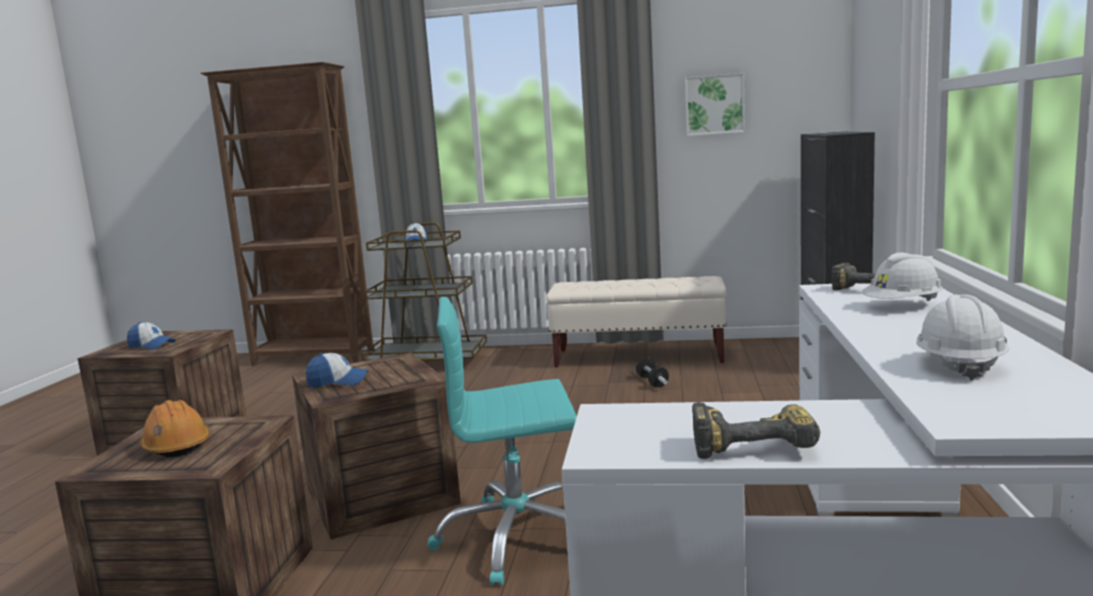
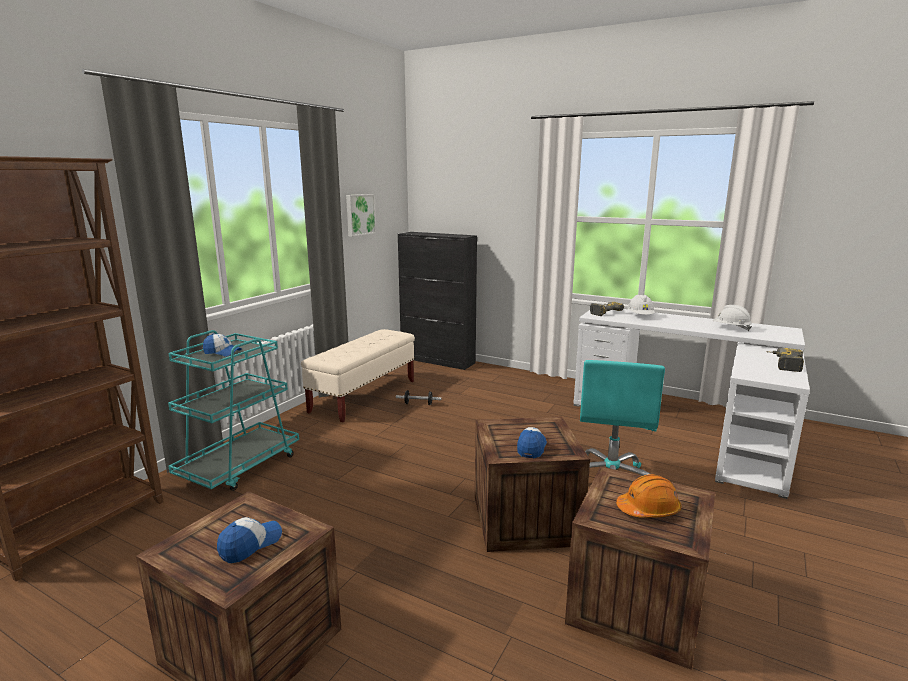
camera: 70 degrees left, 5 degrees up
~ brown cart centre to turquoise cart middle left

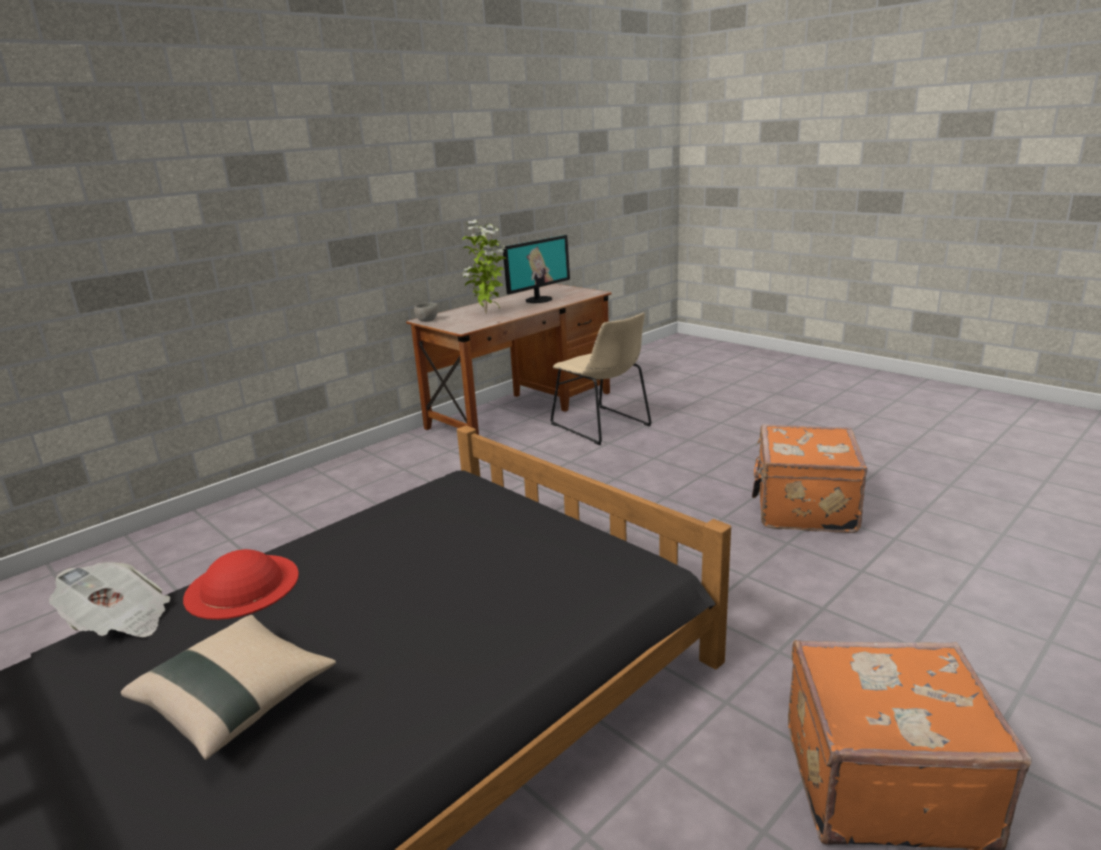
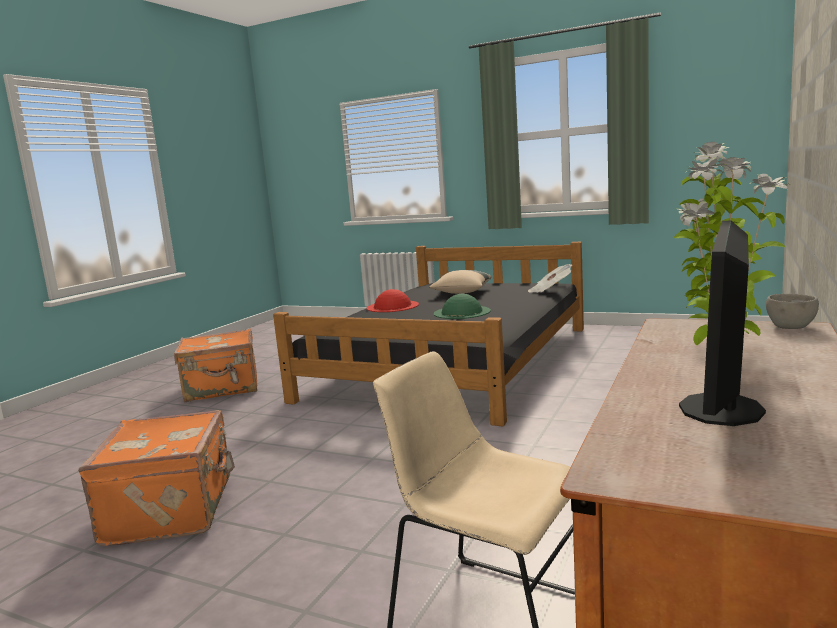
camera: 160 degrees right, 10 degrees down
+ green hat centre
~ red hat bottom left to centre

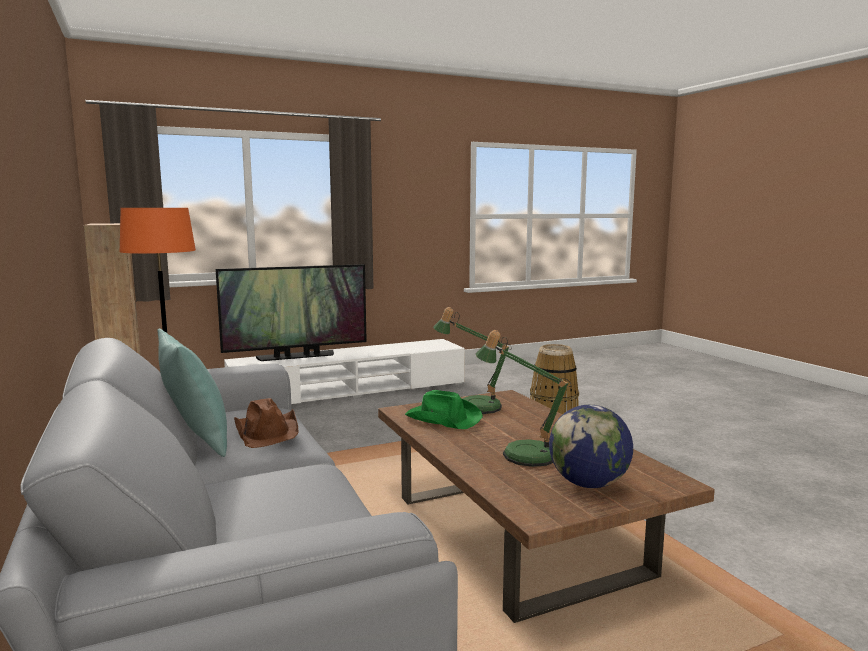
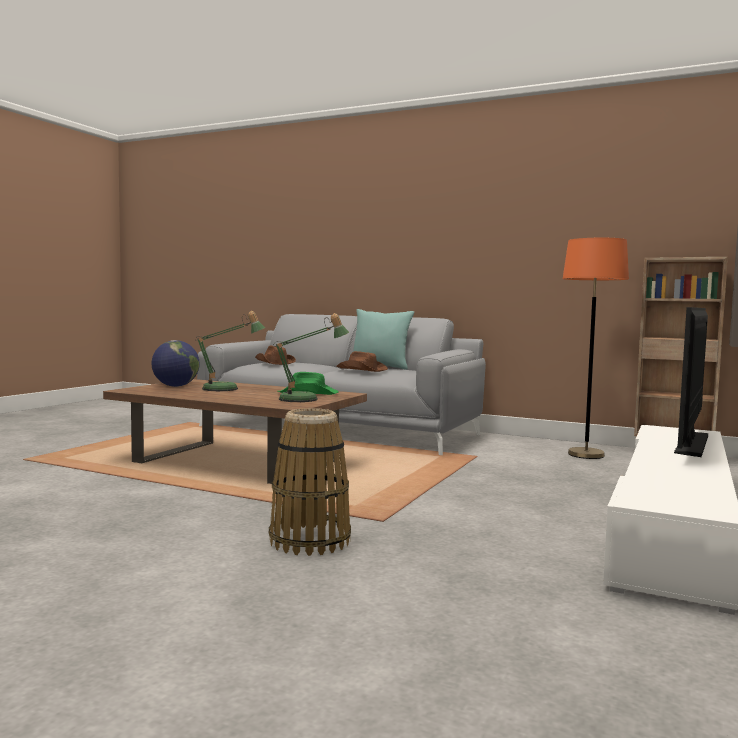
camera: 140 degrees right, 5 degrees down
+ brown hat (1st from left) centre

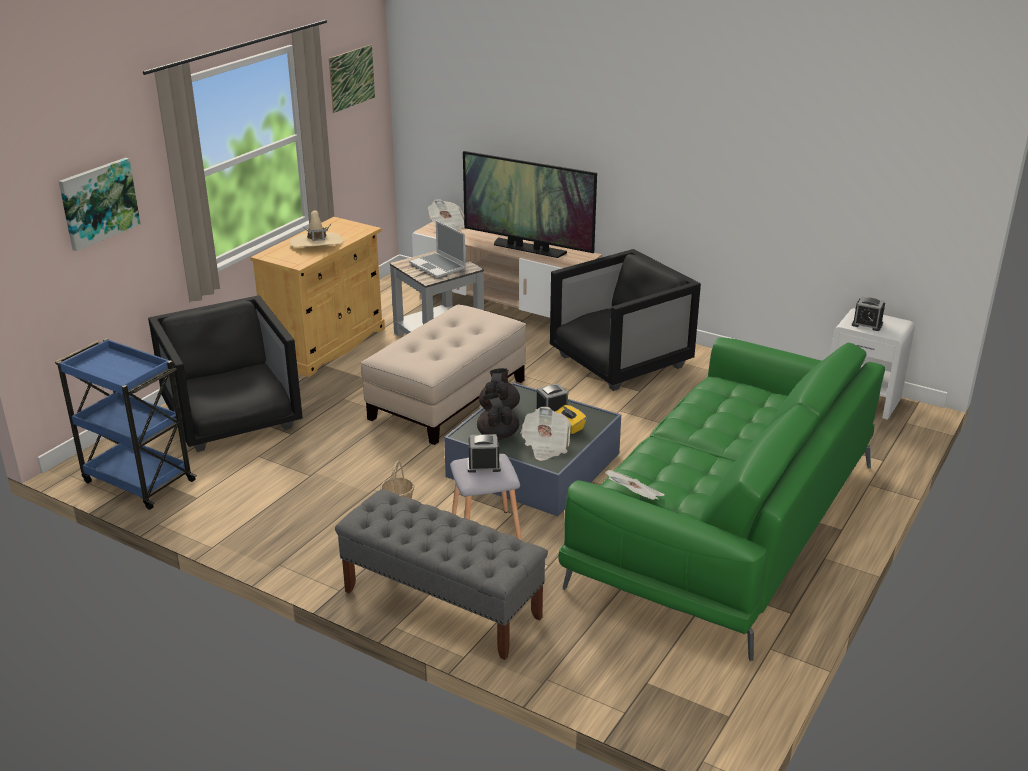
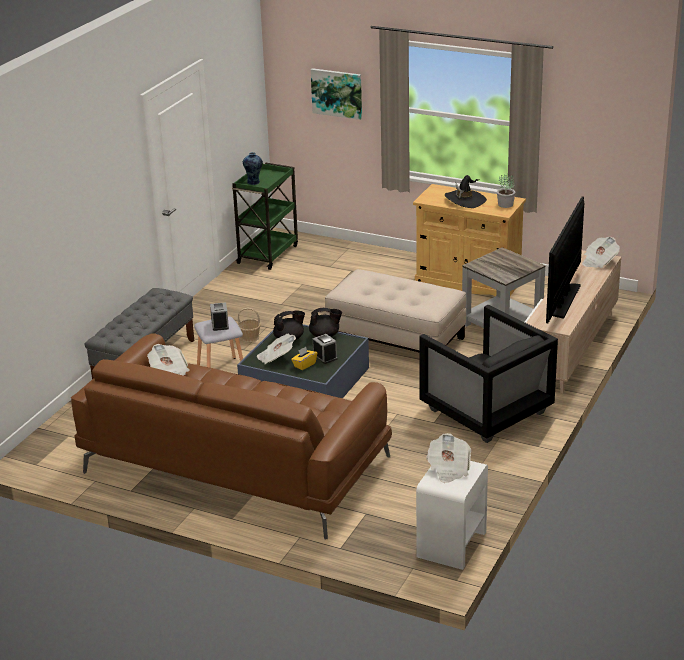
camera: 85 degrees right, 0 degrees up
- black armchair (1st from left) middle left
- picture (2nd from left) top centre
- laptop top centre
+ vase top centre
+ potted plant top right
~ alarm clock (3rd from left) middle right to newspaper (3rd from left) bottom centre
~ blue cart middle left to green cart top centre
~ beige hat top left to black hat top right
~ green sofa middle right to brown sofa centre

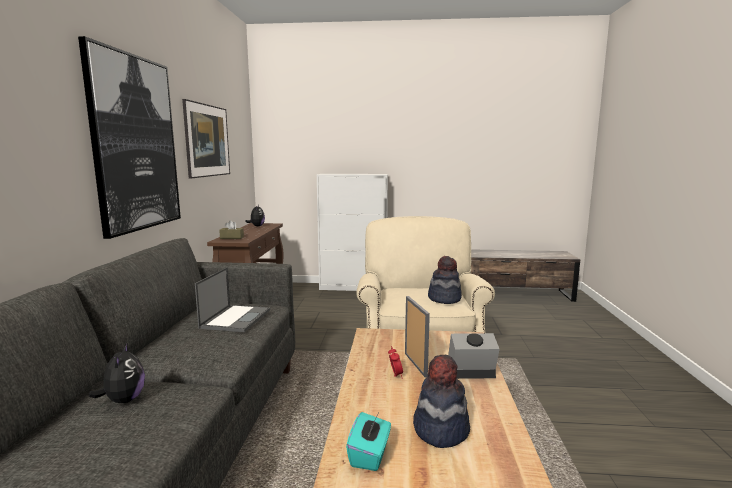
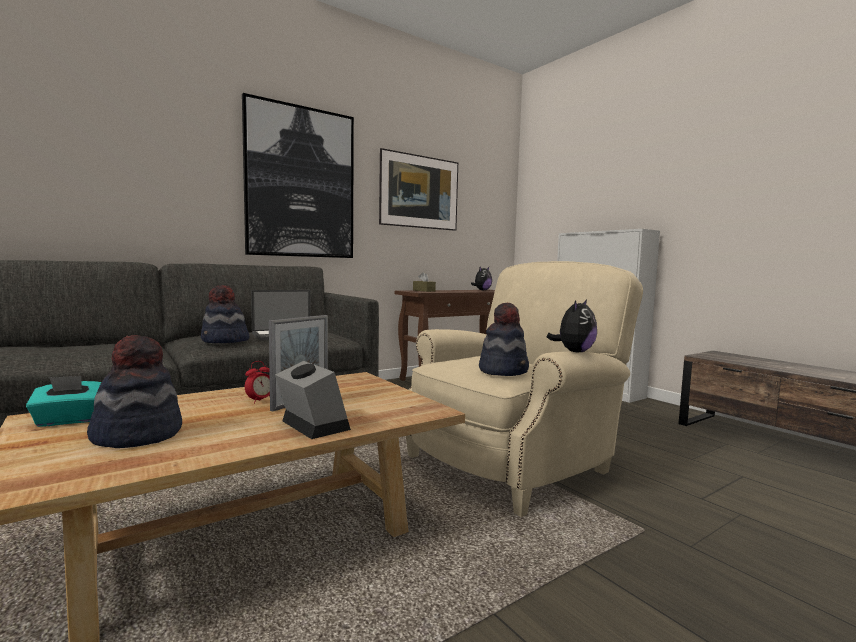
camera: 50 degrees right, 5 degrees down
+ hat (2nd from left) middle left
~ plush toy (1st from left in the first image) bottom left to plush toy (2nd from left) middle right

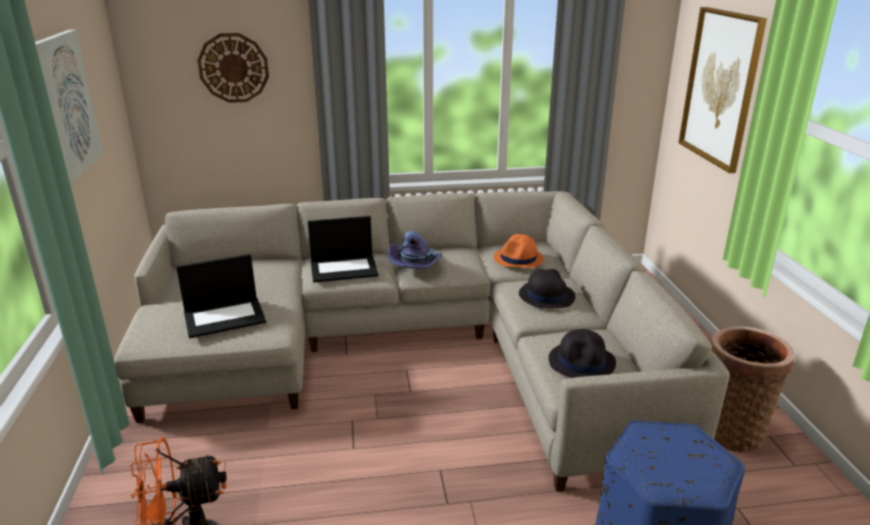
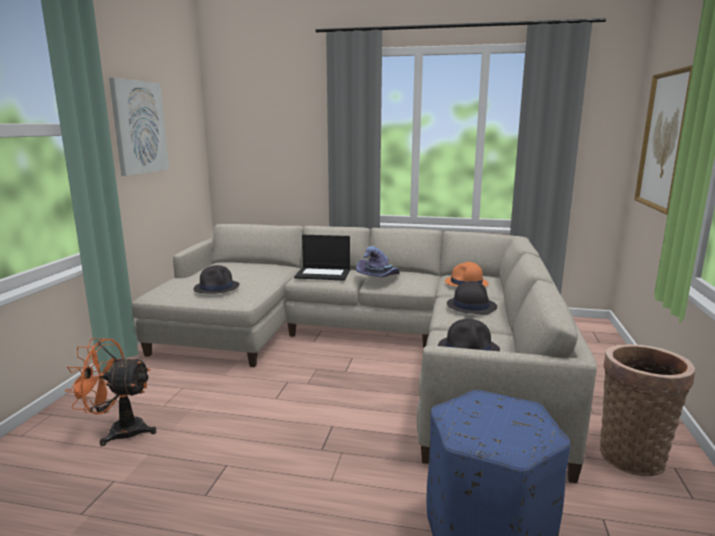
camera: 20 degrees right, 10 degrees down
- wall clock top left
~ laptop (1st from left) middle left to black hat (1st from left) middle left

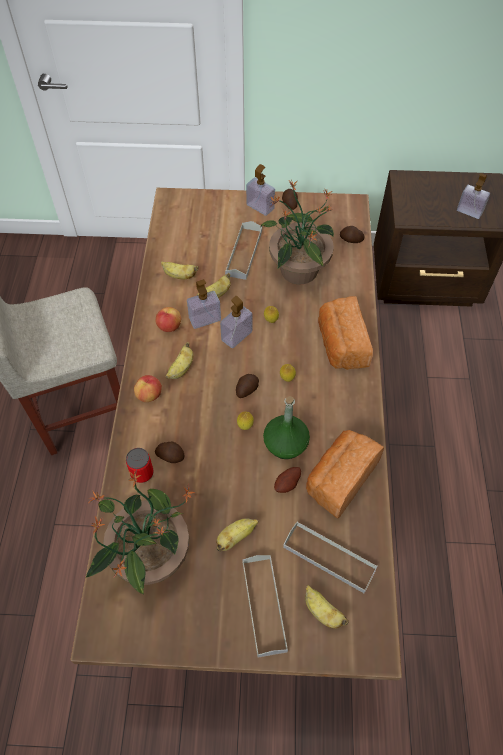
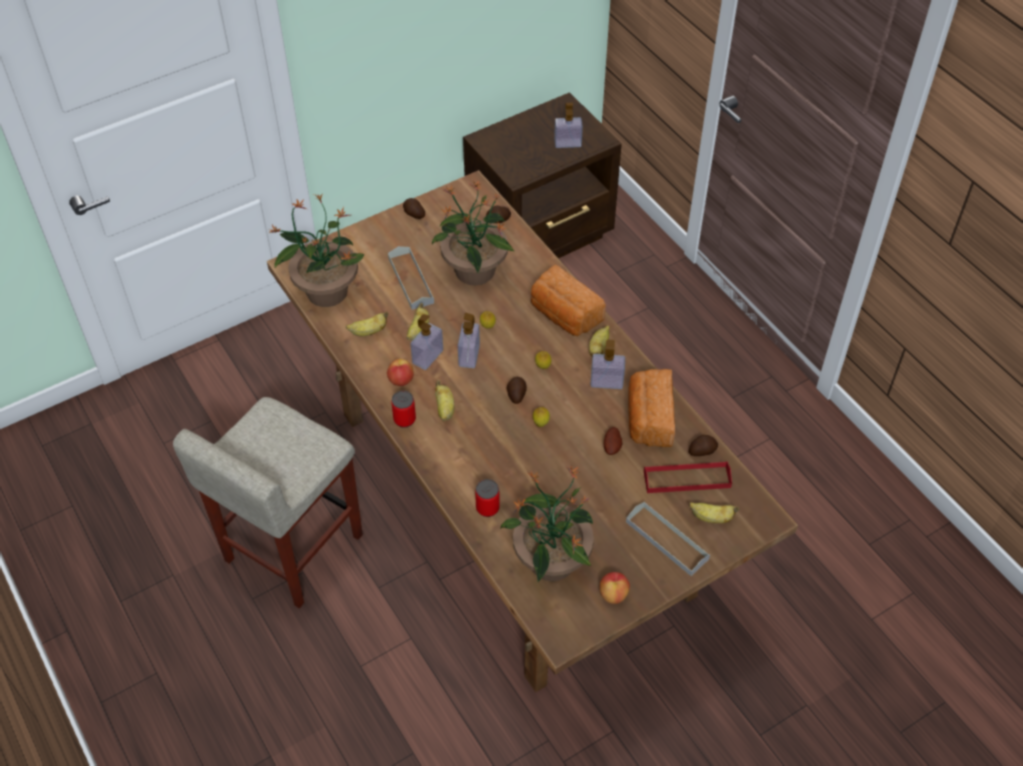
camera: 35 degrees left, 5 degrees down
- green bottle centre
+ potted plant (1st from left) top left
+ can (1st from left) centre
~ apple (1st from left in the first image) middle left to apple (2nd from left) bottom centre
~ potato (1st from left in the first image) centre to potato (5th from left) middle right
~ banana (4th from left) bottom centre to centre
~ soap dispenser (3rd from left in the first image) top centre to soap dispenser (4th from left) centre
~ grey tray (3rd from left) bottom centre to red tray middle right

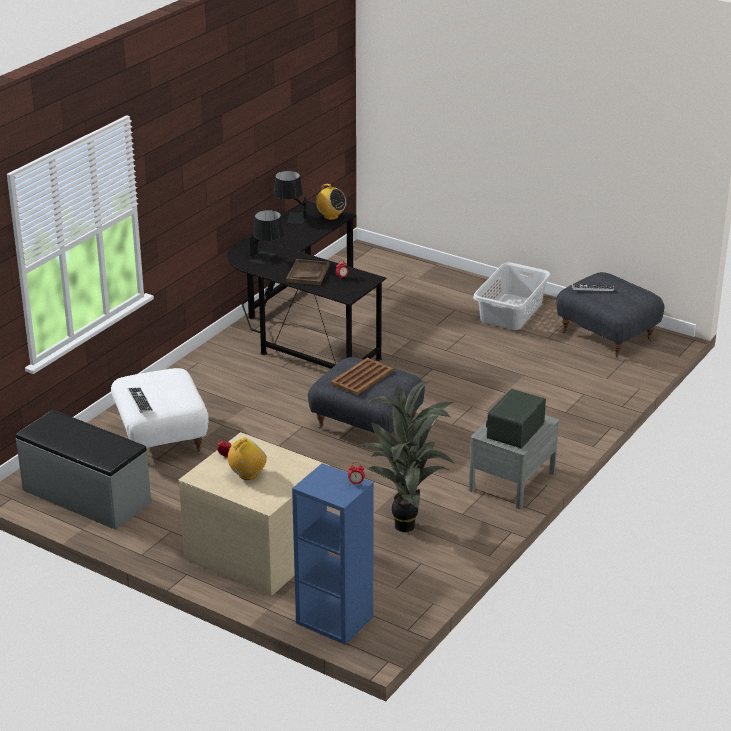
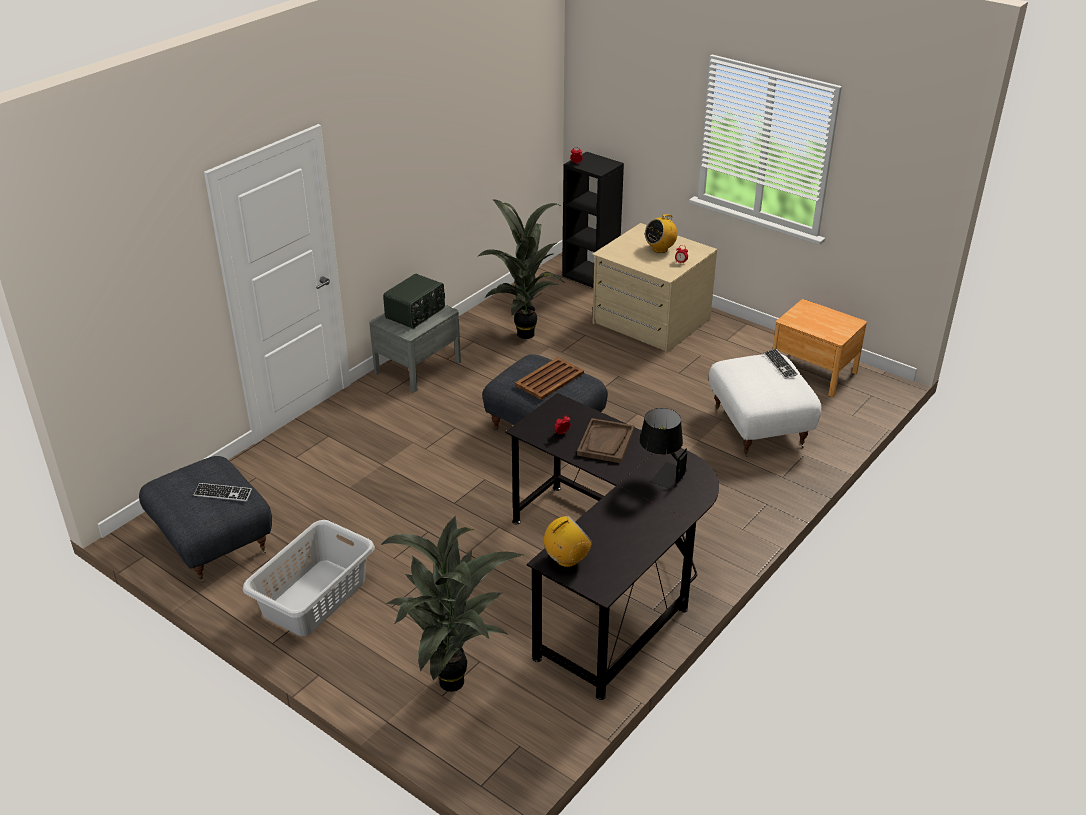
camera: 175 degrees left, 5 degrees up
- black table lamp (2nd from left) top centre
+ potted plant (1st from left) bottom centre
~ grey bench middle left to brown nightstand middle right
~ blue bookcase bottom centre to black bookcase top centre
~ radio (2nd from left) top centre = centre 105 degrees clockwise

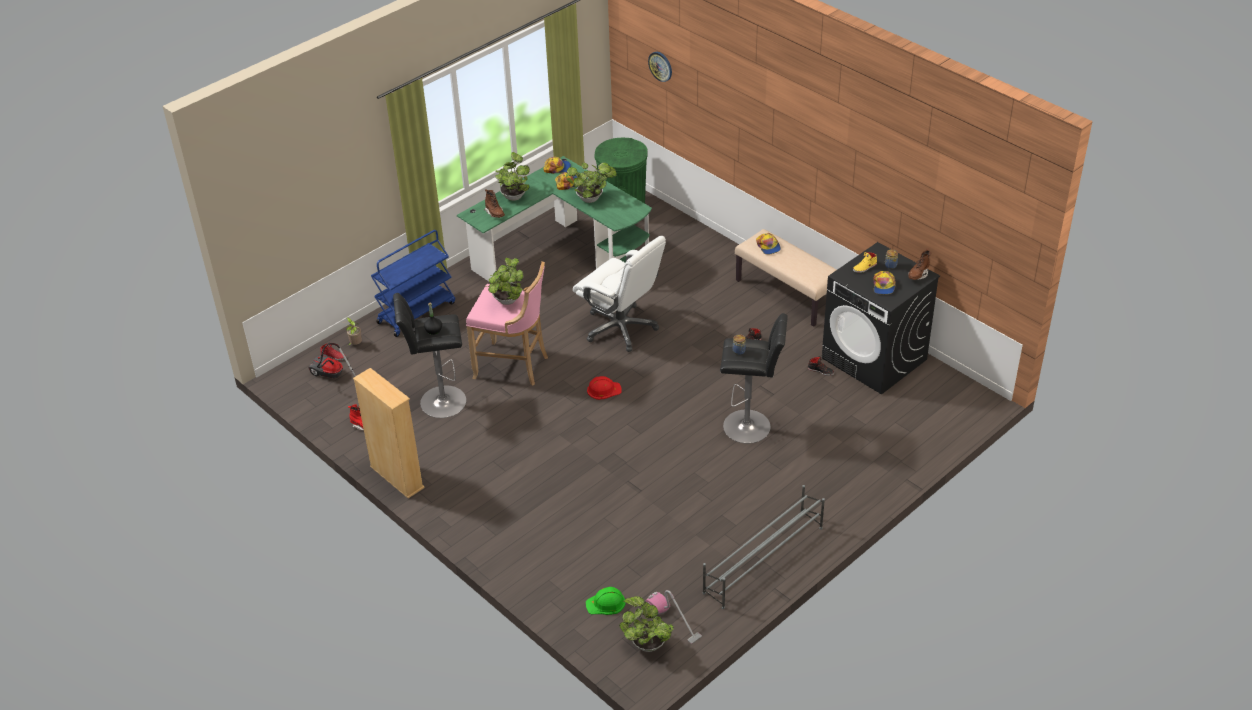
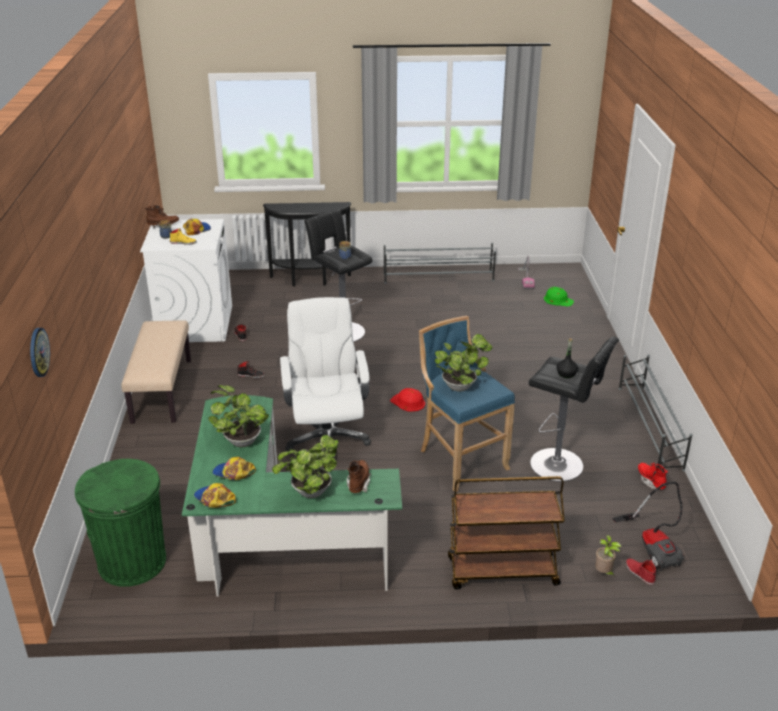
camera: 140 degrees left, 10 degrees down
- potted plant (5th from left) bottom centre
- cap (3rd from left) centre
+ black console table centre
~ beige bookcase middle left to grey shoe rack (2nd from left) middle right
~ blue cart middle left to brown cart bottom centre
~ pink stool centre to blue stool centre
~ black washing machine middle right to white washing machine middle left

